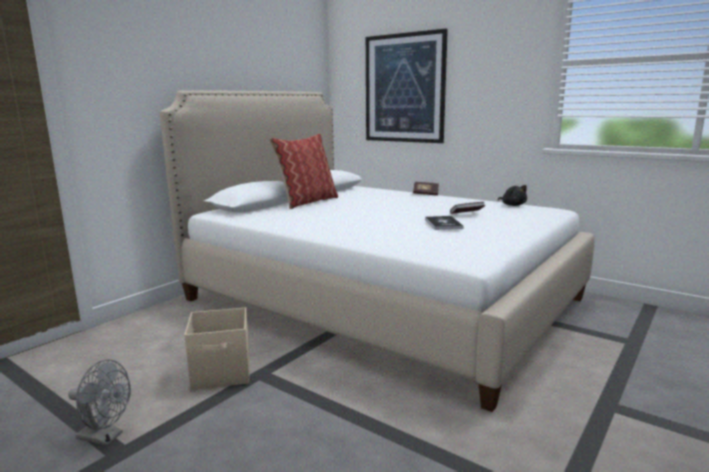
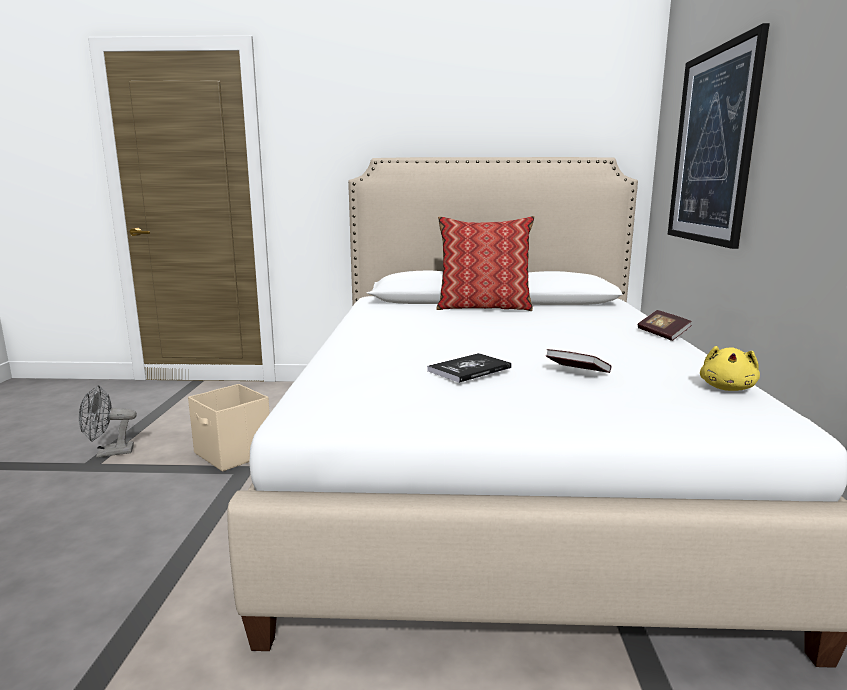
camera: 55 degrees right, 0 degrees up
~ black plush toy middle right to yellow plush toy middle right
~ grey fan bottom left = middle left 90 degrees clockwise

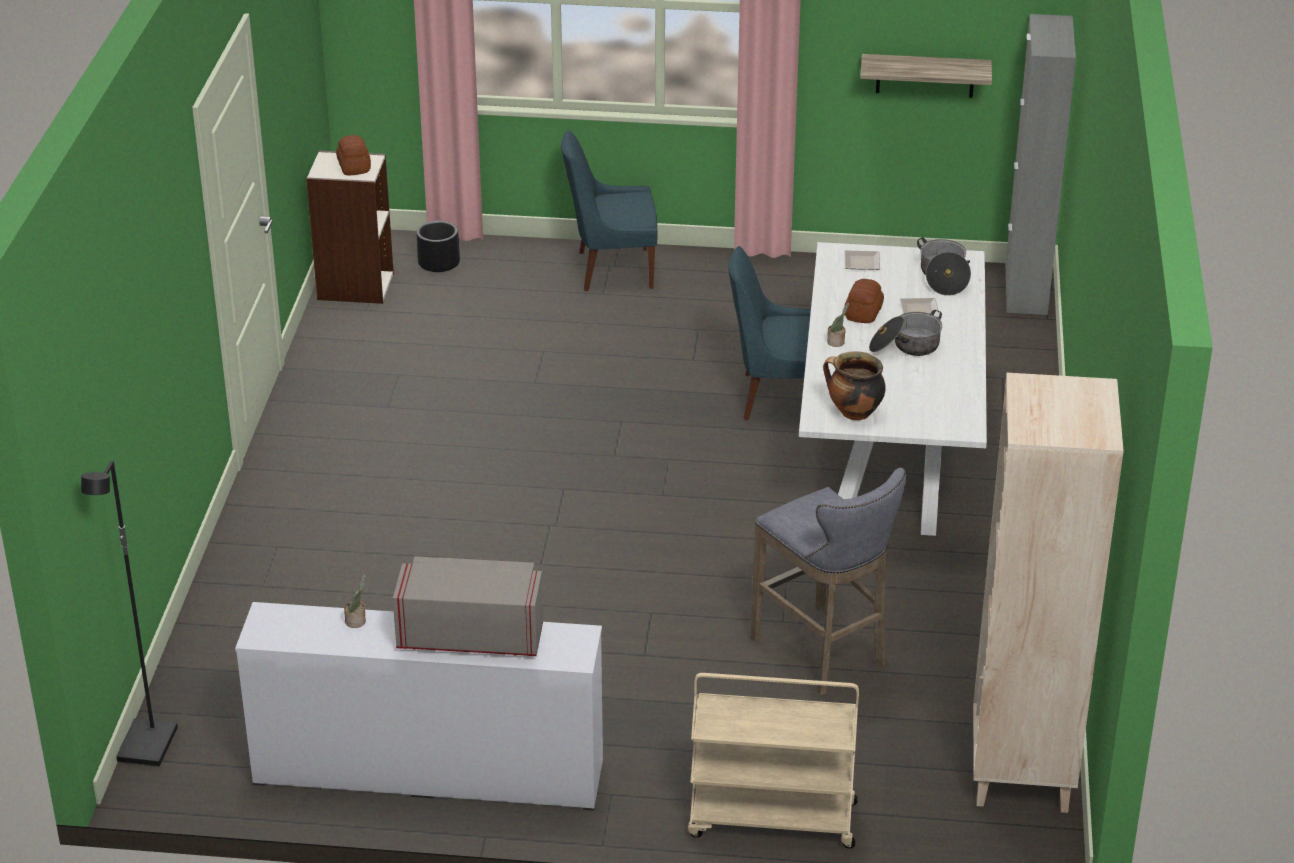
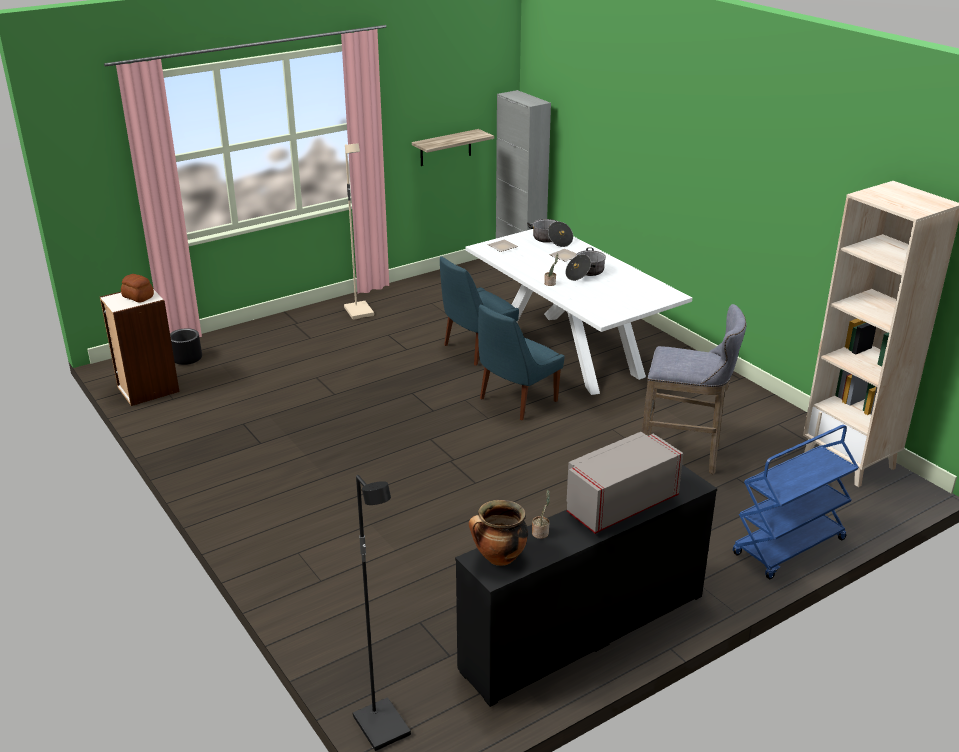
camera: 40 degrees left, 5 degrees down
- bread (2nd from left) middle right
+ beige floor lamp top centre
~ blue chair (1st from left in the first image) top centre to blue chair (2nd from left) centre
~ cooking pot (1st from left) centre to bottom centre
~ white dresser bottom left to black dresser bottom centre
~ beige cart bottom centre to blue cart bottom right

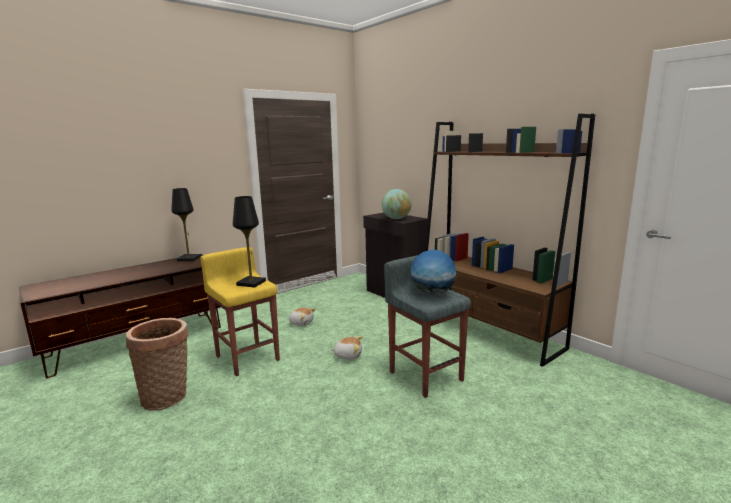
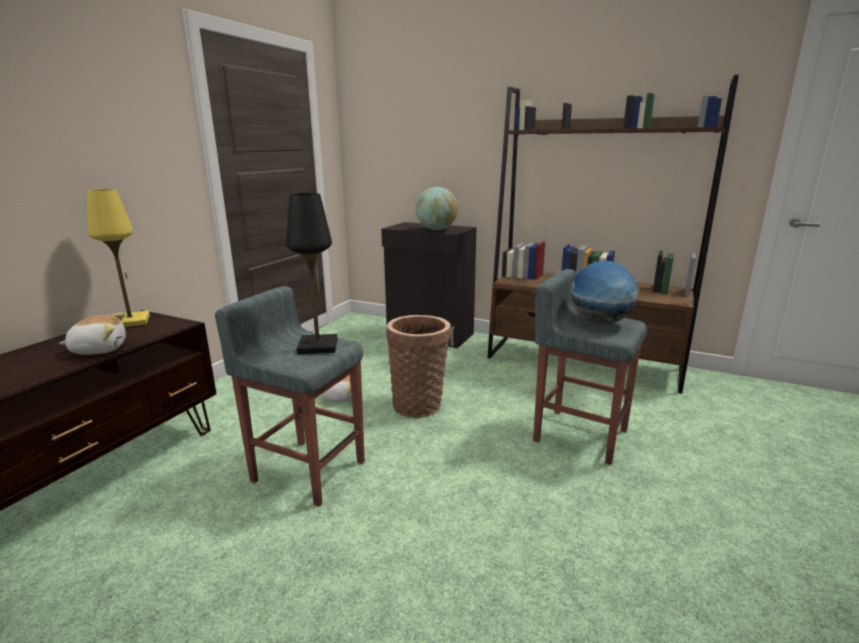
camera: 25 degrees left, 5 degrees up
~ basket bottom left to centre
~ plush toy (2nd from left in the first image) bottom centre to plush toy (1st from left) middle left
~ black table lamp (1st from left) middle left to yellow table lamp middle left
~ yellow stool middle left to grey stool (1st from left) centre

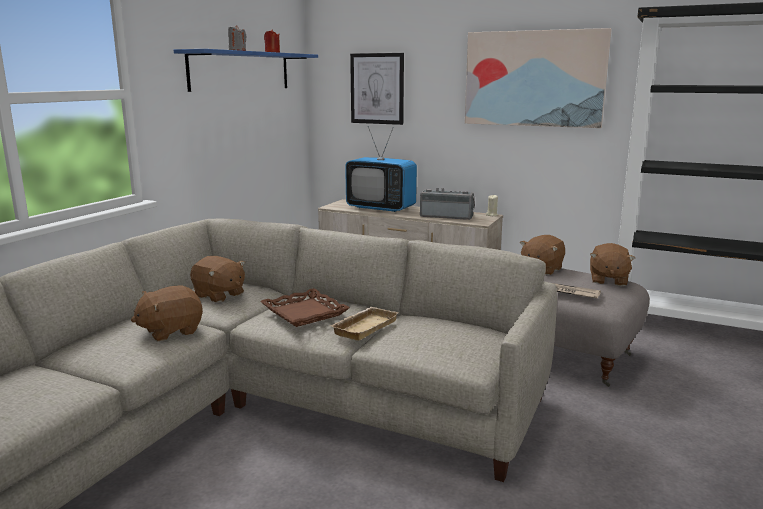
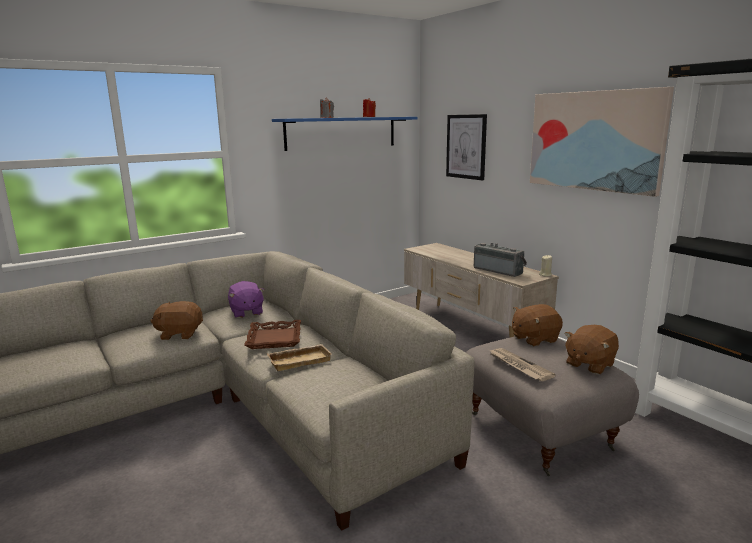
camera: 30 degrees right, 0 degrees up
- television top centre
~ brown plush toy (2nd from left) middle left to purple plush toy middle left

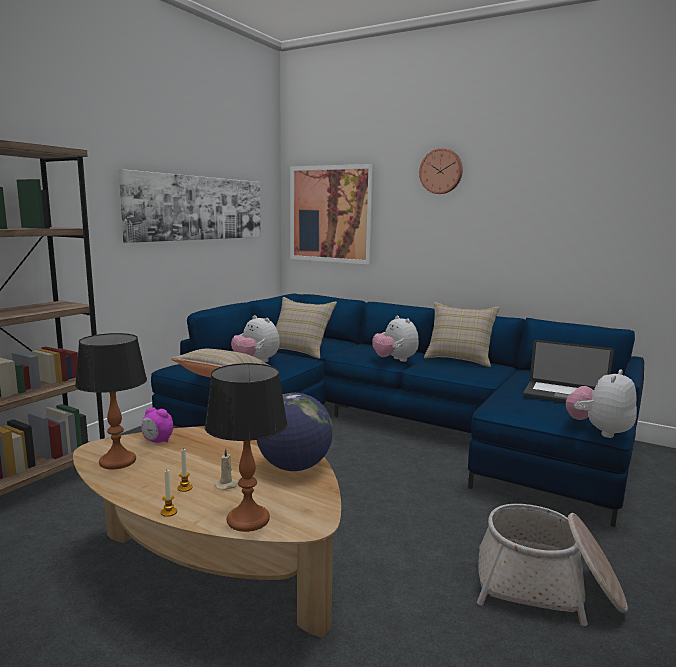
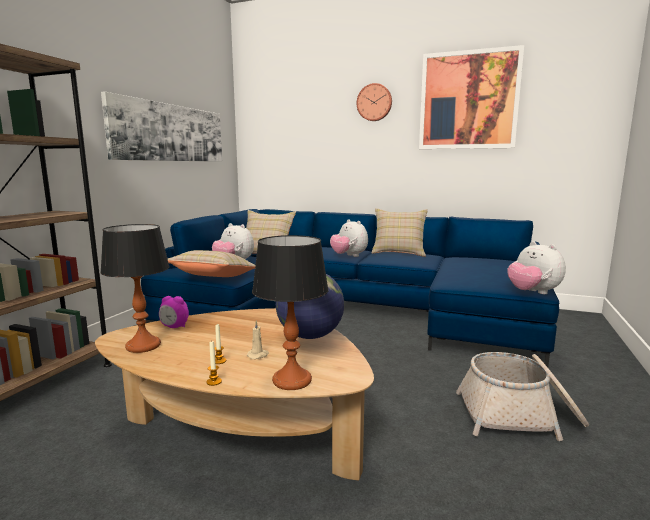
camera: 10 degrees left, 0 degrees up
- laptop middle right
~ picture (2nd from left) top centre to top right
~ plush toy (3rd from left) middle right = middle right 60 degrees counterclockwise

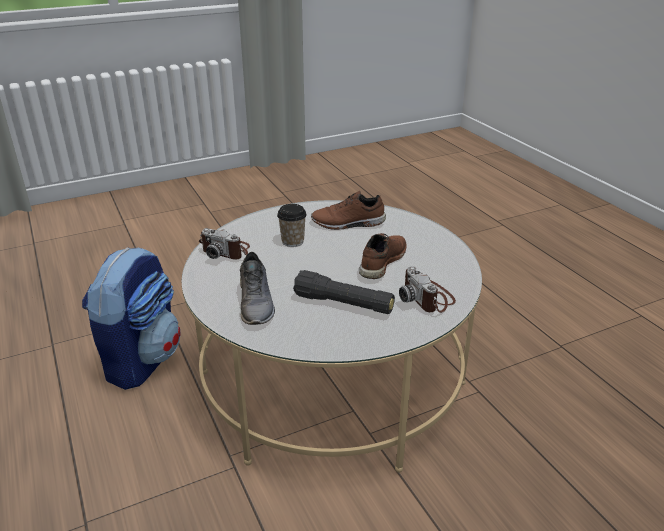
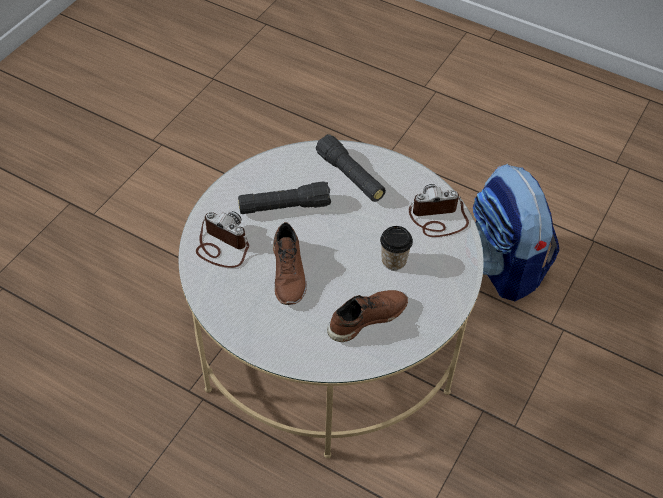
camera: 145 degrees right, 20 degrees up
~ grey shoe centre to black flashlight (2nd from left) centre

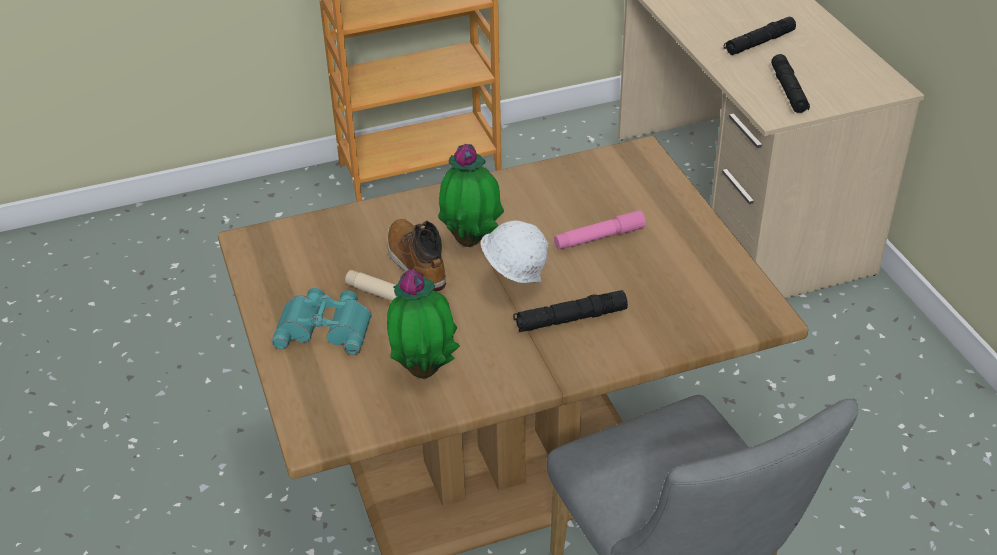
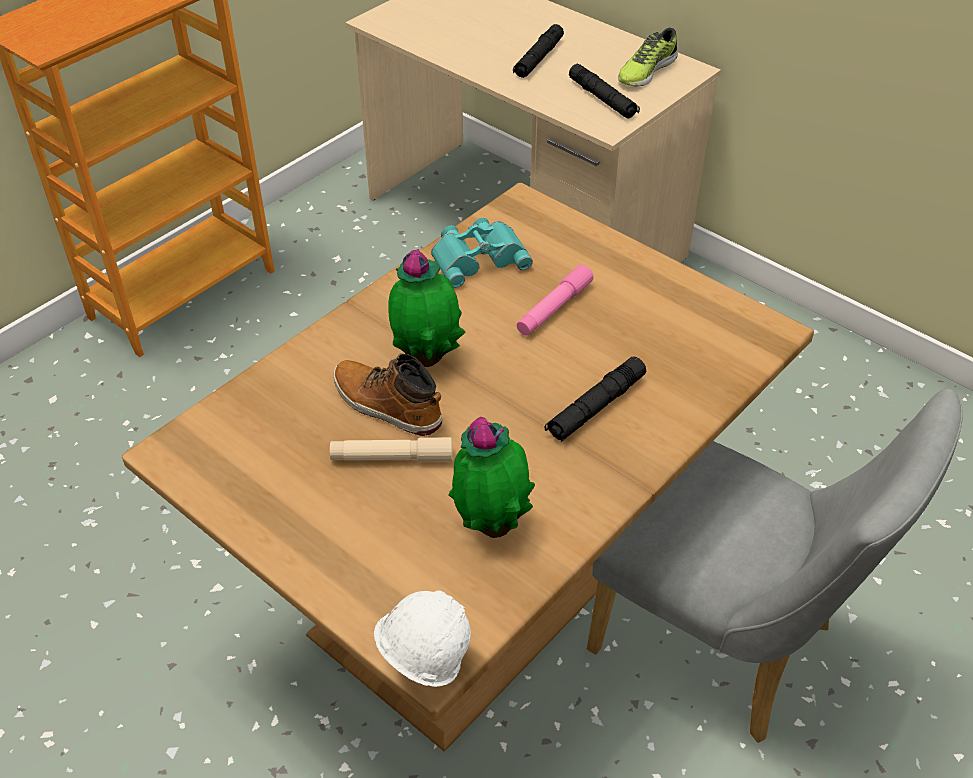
camera: 30 degrees left, 5 degrees up
+ shoe top centre
~ turquoise binoculars middle left to top centre
~ white hard hat centre to bottom centre

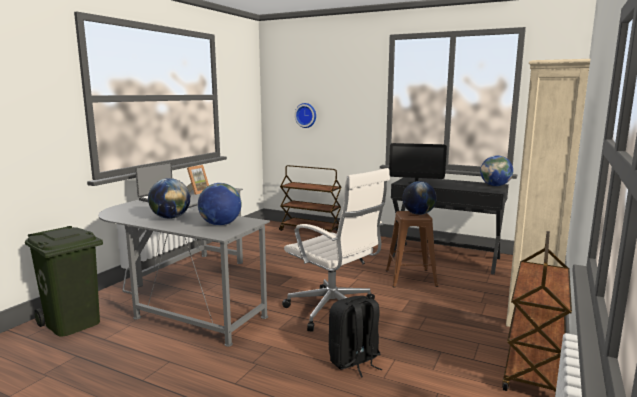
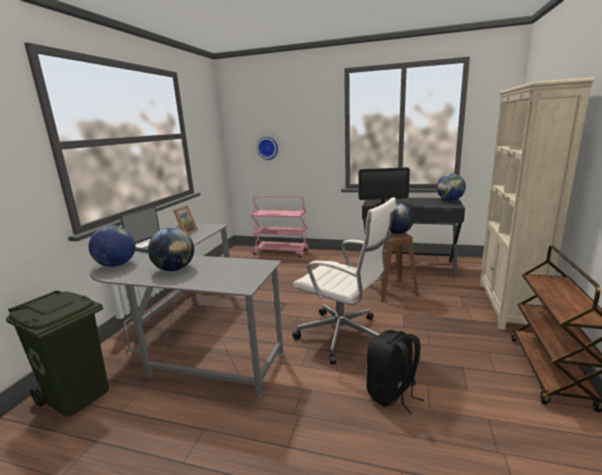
camera: 10 degrees left, 5 degrees up
~ globe (2nd from left in the first image) centre to globe (1st from left) middle left
~ brown cart (1st from left) centre to pink cart centre

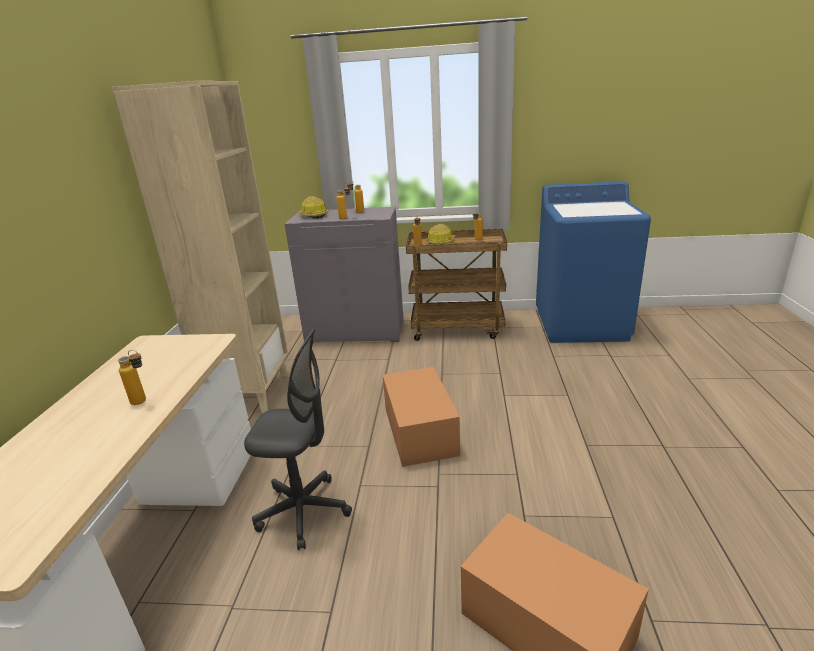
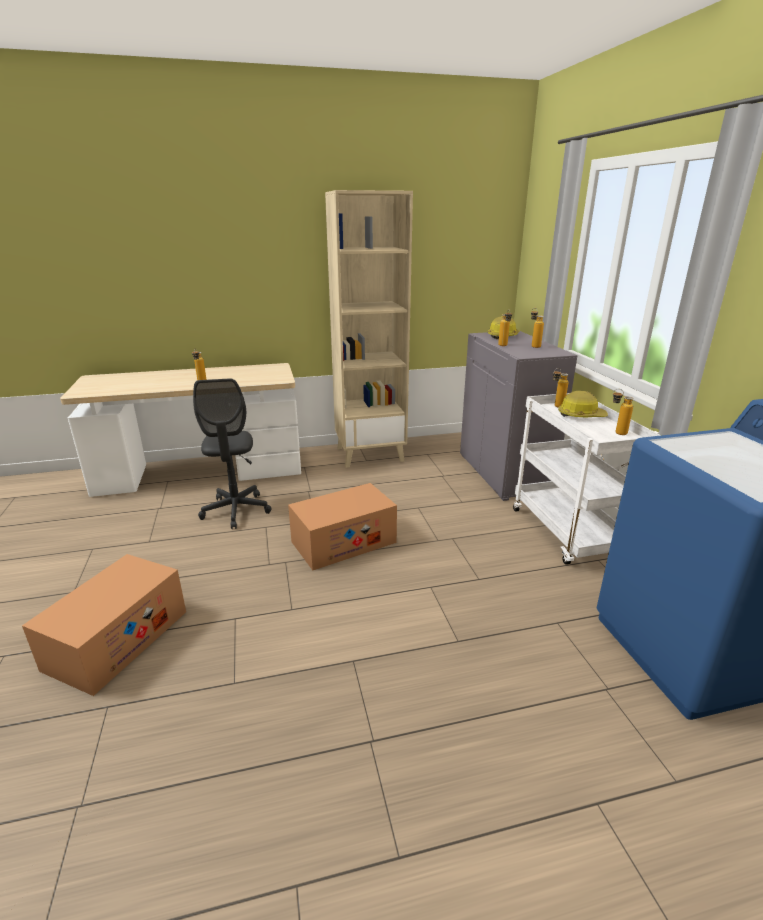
camera: 70 degrees right, 0 degrees up
~ brown cart centre to white cart middle right

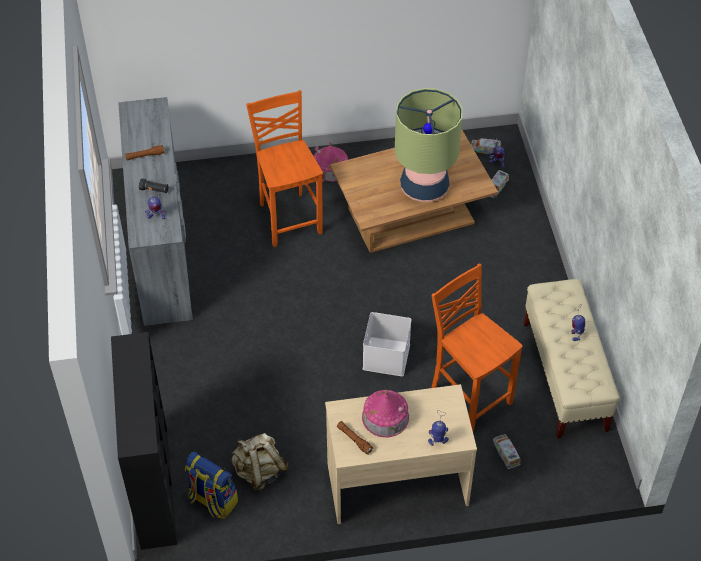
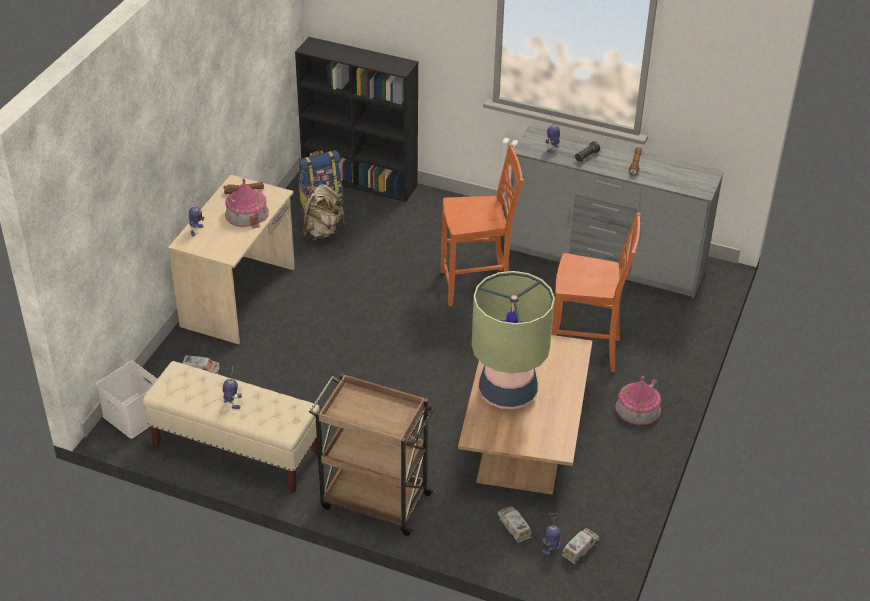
camera: 120 degrees right, 10 degrees down
+ brown cart bottom centre
~ white storage box centre to middle left
~ orange chair (2nd from left in the first image) middle right to orange chair (1st from left) centre

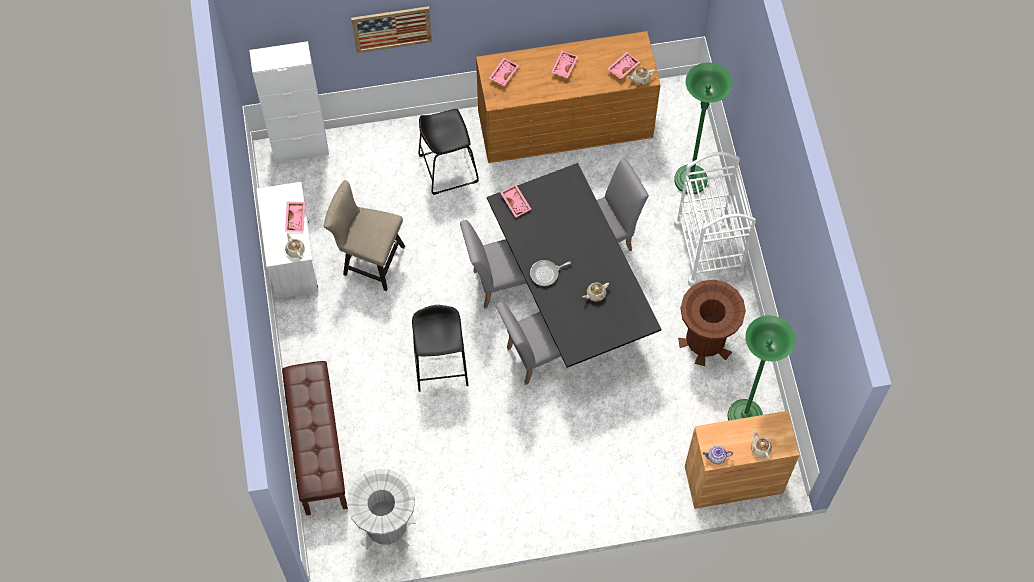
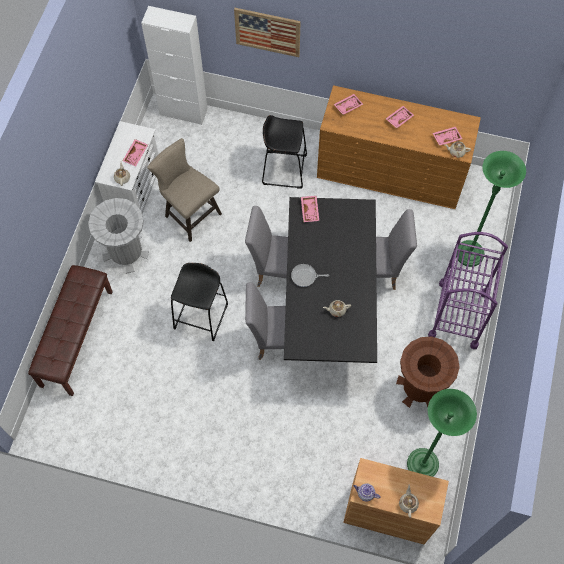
camera: 25 degrees right, 0 degrees up
~ grey trash can bottom centre to middle left
~ white cart middle right to purple cart middle right

